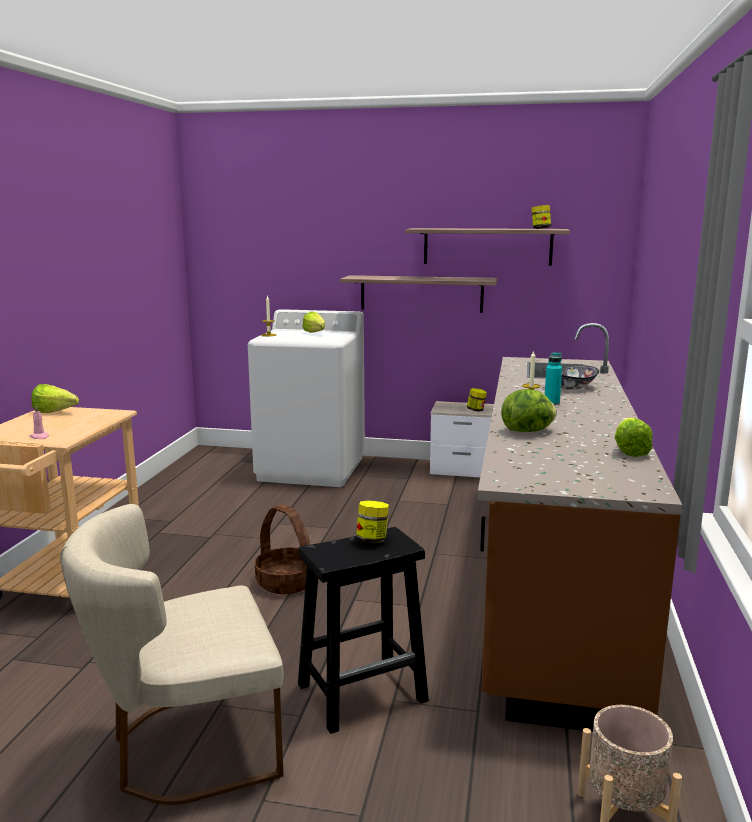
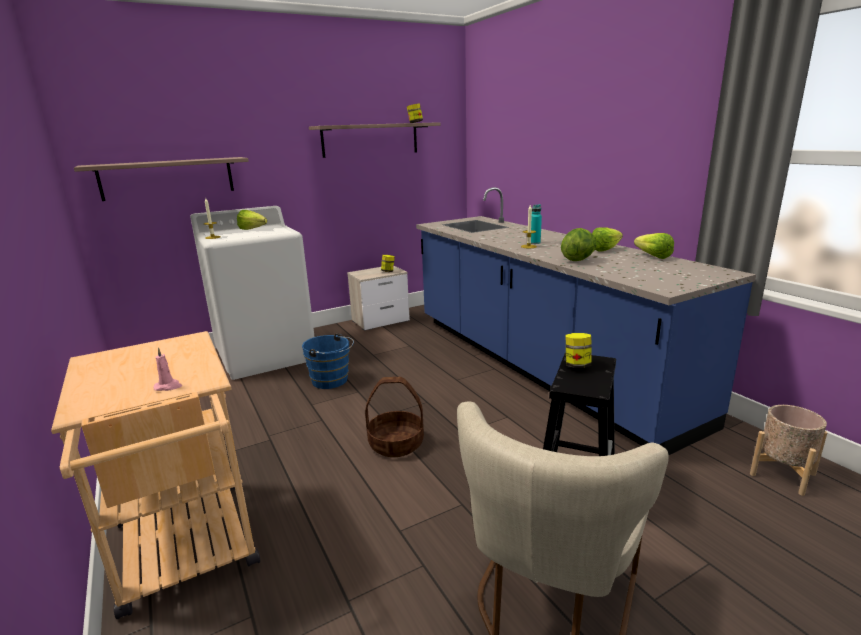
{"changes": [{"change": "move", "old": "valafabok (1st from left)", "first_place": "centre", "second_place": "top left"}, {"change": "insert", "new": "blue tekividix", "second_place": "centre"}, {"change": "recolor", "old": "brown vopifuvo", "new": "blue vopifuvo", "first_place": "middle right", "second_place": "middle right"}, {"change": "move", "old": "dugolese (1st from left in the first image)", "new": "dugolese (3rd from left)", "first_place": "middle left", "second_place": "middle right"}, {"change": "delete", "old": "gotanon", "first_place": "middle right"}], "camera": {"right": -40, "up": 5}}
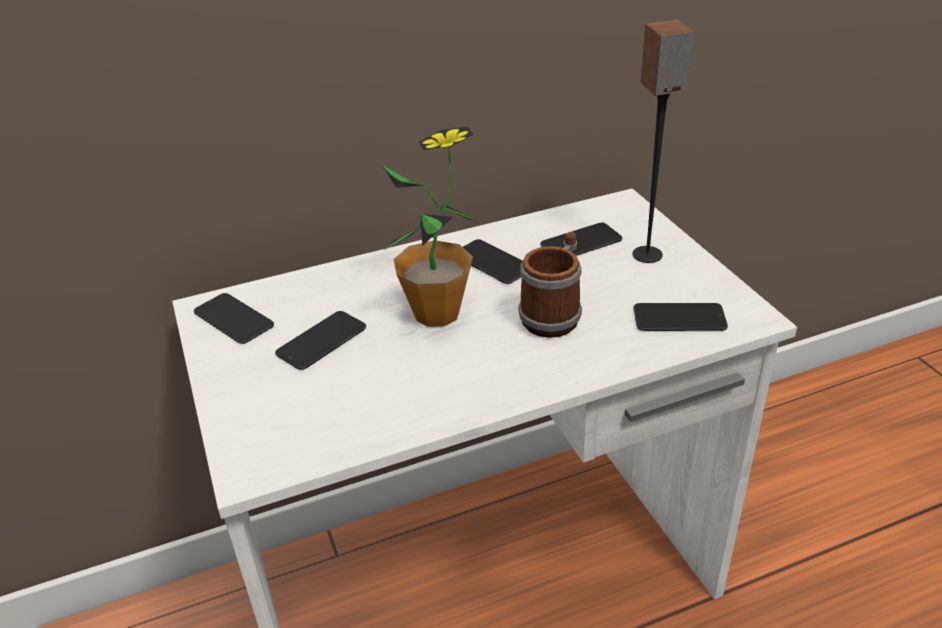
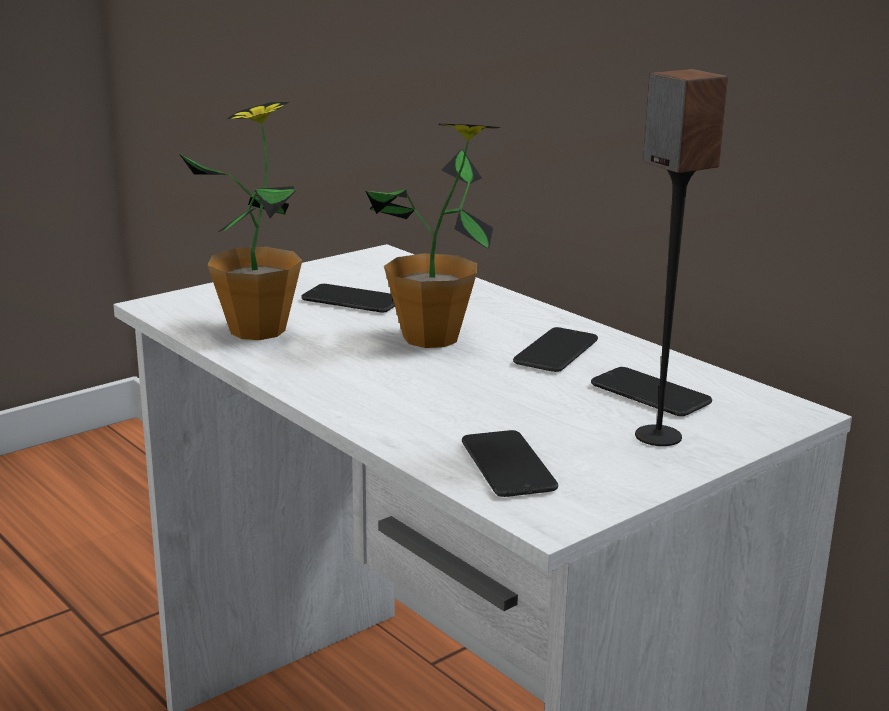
{"changes": [{"change": "insert", "new": "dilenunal (1st from left)", "second_place": "top left"}, {"change": "delete", "old": "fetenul (1st from left)", "first_place": "middle left"}, {"change": "delete", "old": "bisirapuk", "first_place": "centre"}], "camera": {"right": 70, "up": -15}}
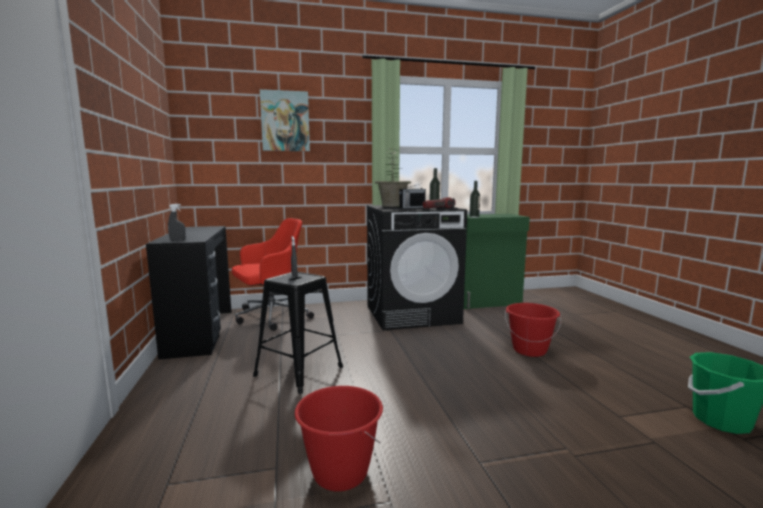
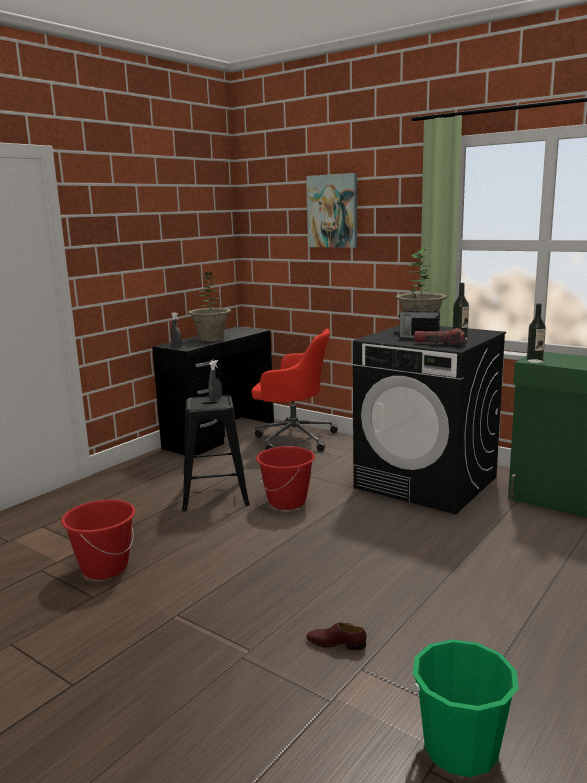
{"changes": [{"change": "insert", "new": "dilenunal (1st from left)", "second_place": "centre"}, {"change": "move", "old": "red tekividix (2nd from left)", "first_place": "middle right", "second_place": "centre"}, {"change": "insert", "new": "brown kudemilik", "second_place": "bottom centre"}], "camera": {"right": 50, "up": 5}}
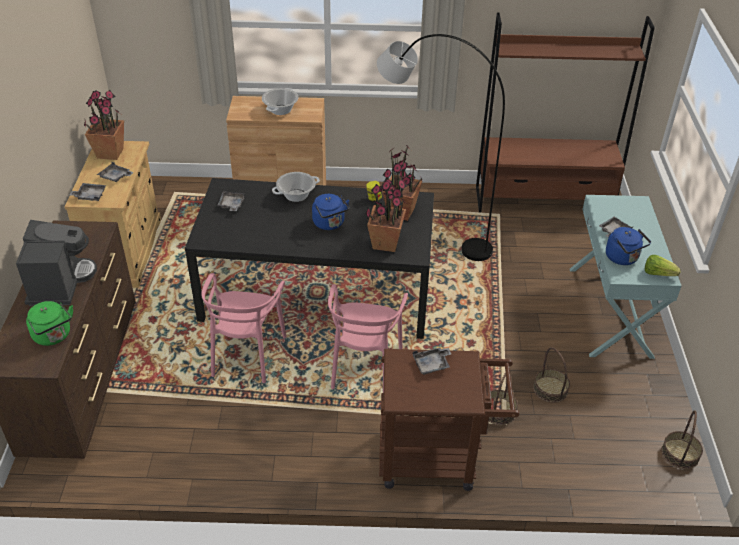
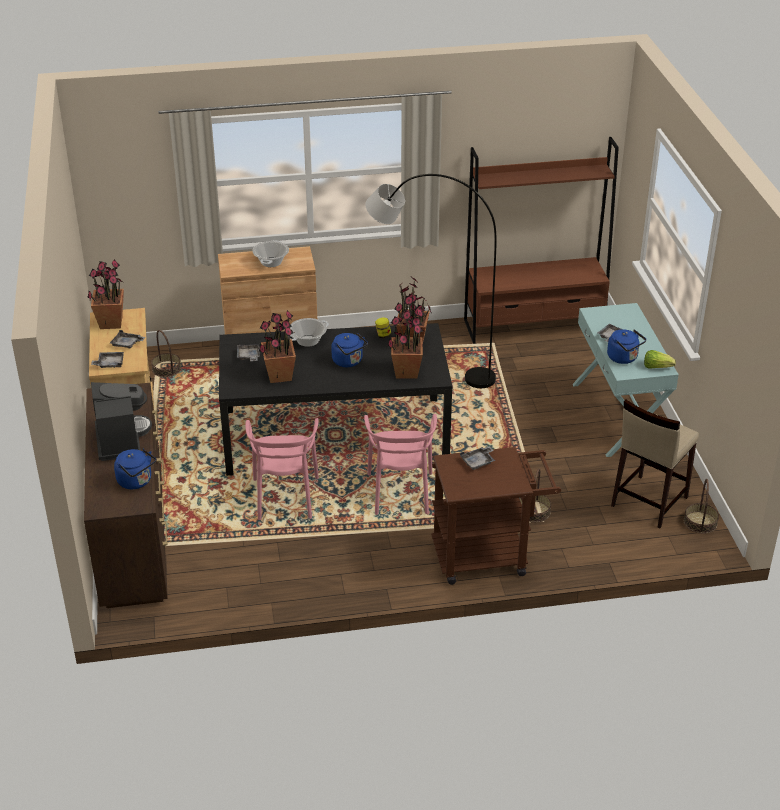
{"changes": [{"change": "recolor", "old": "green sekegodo", "new": "blue sekegodo (1st from left)", "first_place": "middle left", "second_place": "middle left"}, {"change": "move", "old": "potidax (2nd from left in the first image)", "new": "potidax (1st from left)", "first_place": "bottom right", "second_place": "middle left"}, {"change": "insert", "new": "dilenunal (2nd from left)", "second_place": "centre"}, {"change": "insert", "new": "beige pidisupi", "second_place": "middle right"}], "camera": {"right": -10, "up": -5}}
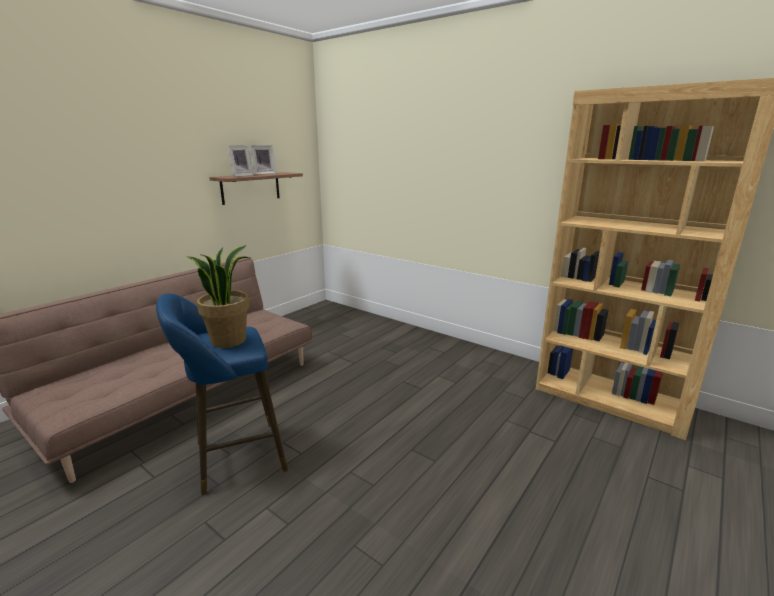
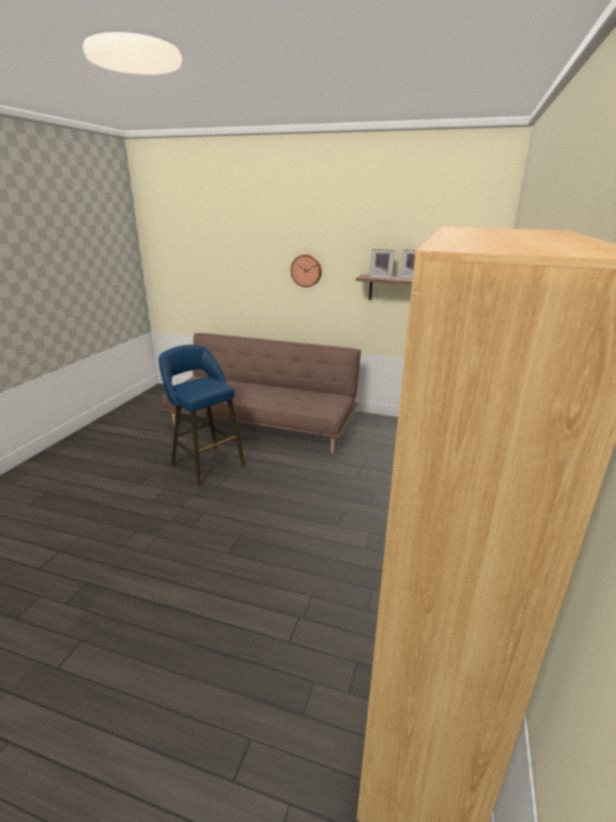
{"changes": [{"change": "insert", "new": "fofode", "second_place": "top centre"}, {"change": "delete", "old": "dilenunal", "first_place": "middle left"}], "camera": {"right": 70, "up": 5}}
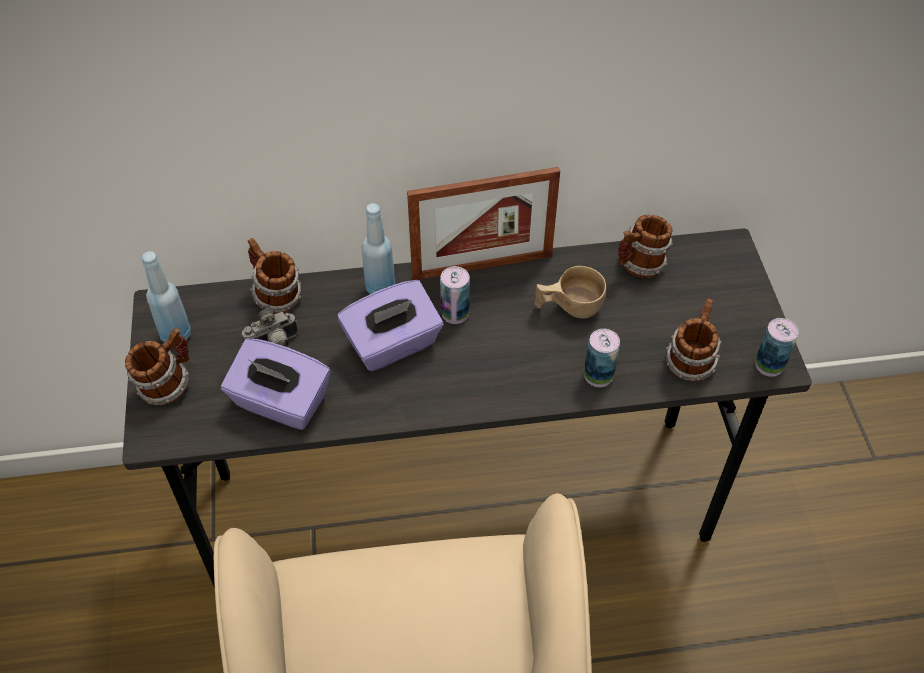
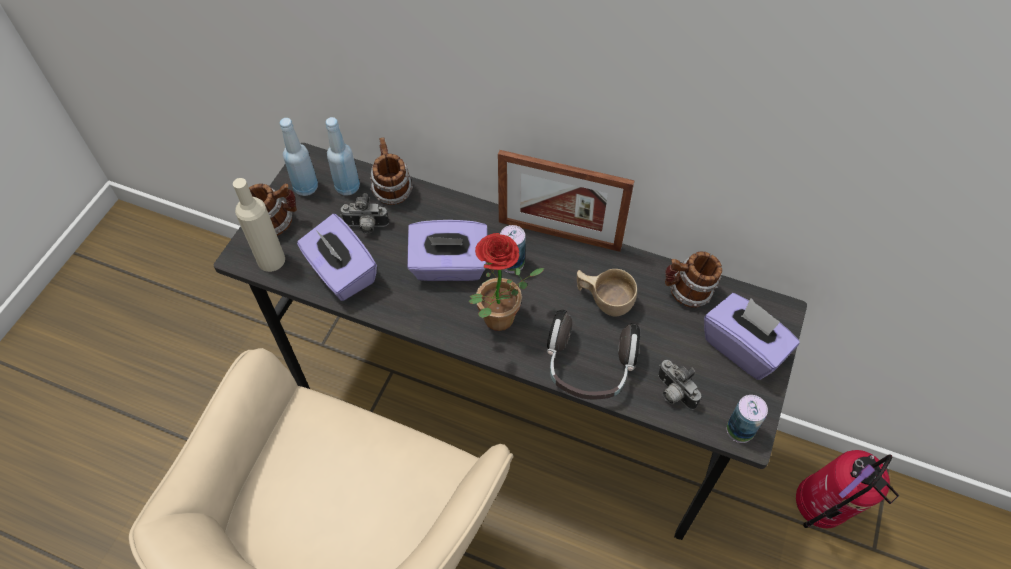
{"changes": [{"change": "insert", "new": "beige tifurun", "second_place": "middle left"}, {"change": "move", "old": "blue tifurun (2nd from left)", "first_place": "centre", "second_place": "top centre"}, {"change": "insert", "new": "dilenunal", "second_place": "centre"}, {"change": "replace", "old": "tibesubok (2nd from left)", "new": "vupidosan", "first_place": "centre", "second_place": "centre"}, {"change": "replace", "old": "bisirapuk (4th from left)", "new": "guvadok (2nd from left)", "first_place": "middle right", "second_place": "bottom right"}, {"change": "insert", "new": "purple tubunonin (3rd from left)", "second_place": "middle right"}, {"change": "insert", "new": "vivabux", "second_place": "bottom right"}], "camera": {"right": 30, "up": 5}}
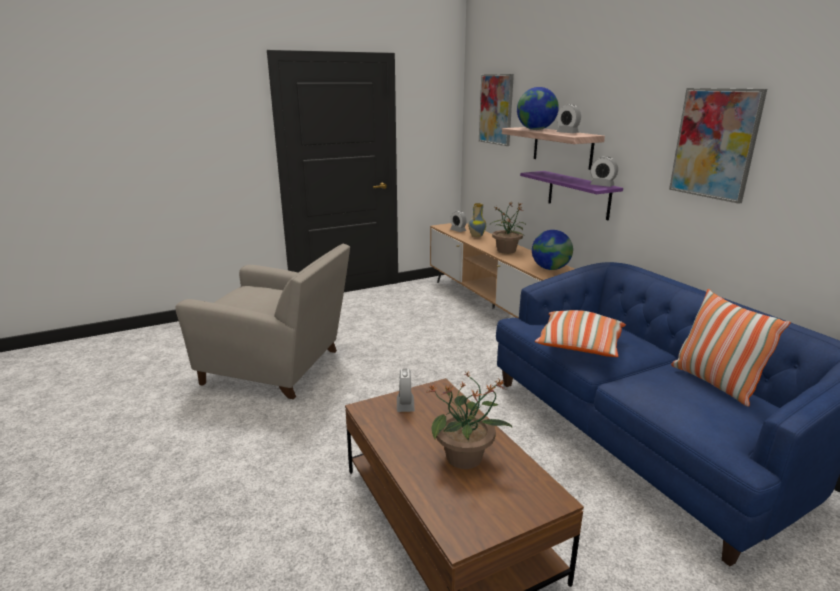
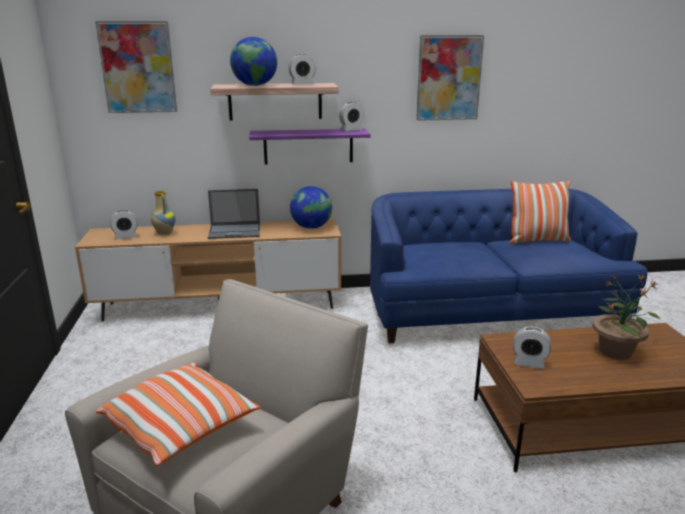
{"changes": [{"change": "move", "old": "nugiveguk (1st from left)", "first_place": "middle right", "second_place": "bottom left"}, {"change": "replace", "old": "dilenunal (2nd from left)", "new": "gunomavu", "first_place": "centre", "second_place": "centre"}], "camera": {"right": -70, "up": 0}}
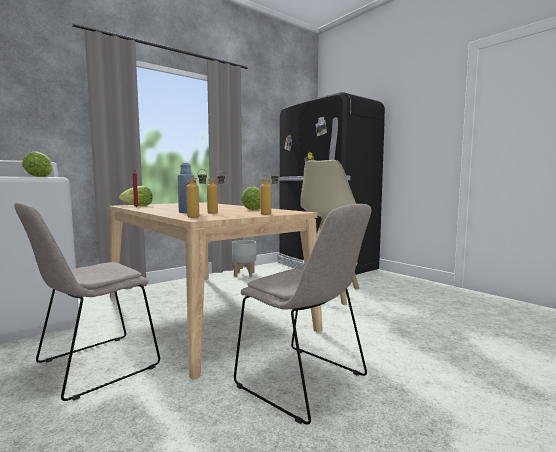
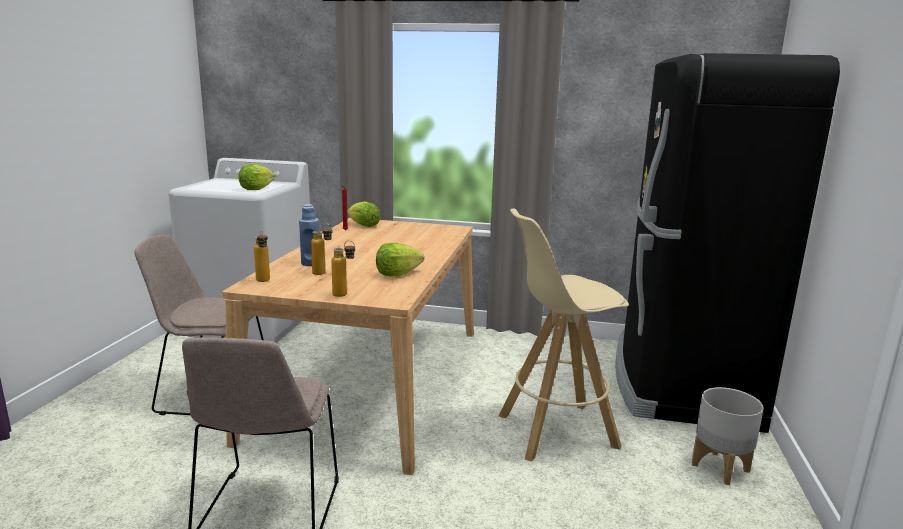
{"changes": [{"change": "move", "old": "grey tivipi", "first_place": "centre", "second_place": "bottom right"}], "camera": {"right": 50, "up": 10}}
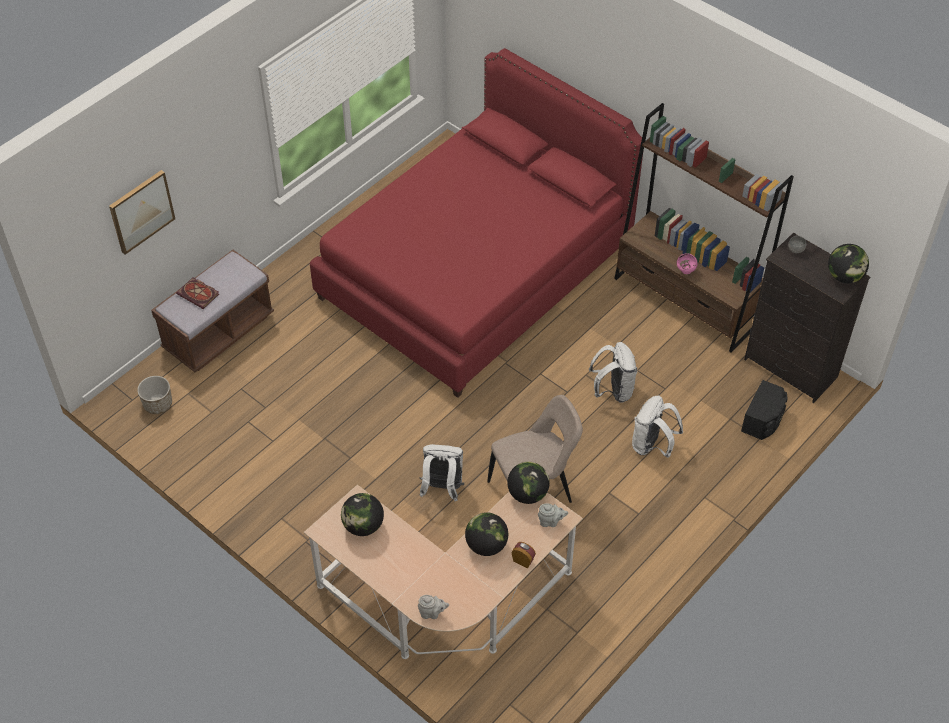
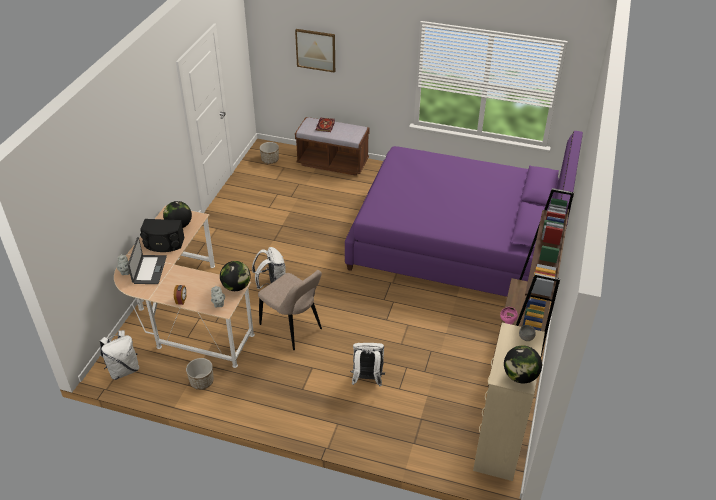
{"changes": [{"change": "move", "old": "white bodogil (2nd from left in the first image)", "new": "white bodogil (1st from left)", "first_place": "centre", "second_place": "bottom left"}, {"change": "insert", "new": "gunomavu", "second_place": "middle left"}, {"change": "move", "old": "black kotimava", "first_place": "middle right", "second_place": "middle left"}, {"change": "insert", "new": "tivipi (1st from left)", "second_place": "bottom left"}, {"change": "recolor", "old": "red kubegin", "new": "purple kubegin", "first_place": "top centre", "second_place": "centre"}, {"change": "recolor", "old": "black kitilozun", "new": "beige kitilozun", "first_place": "middle right", "second_place": "bottom right"}, {"change": "delete", "old": "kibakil (2nd from left)", "first_place": "bottom centre"}], "camera": {"right": 65, "up": -10}}
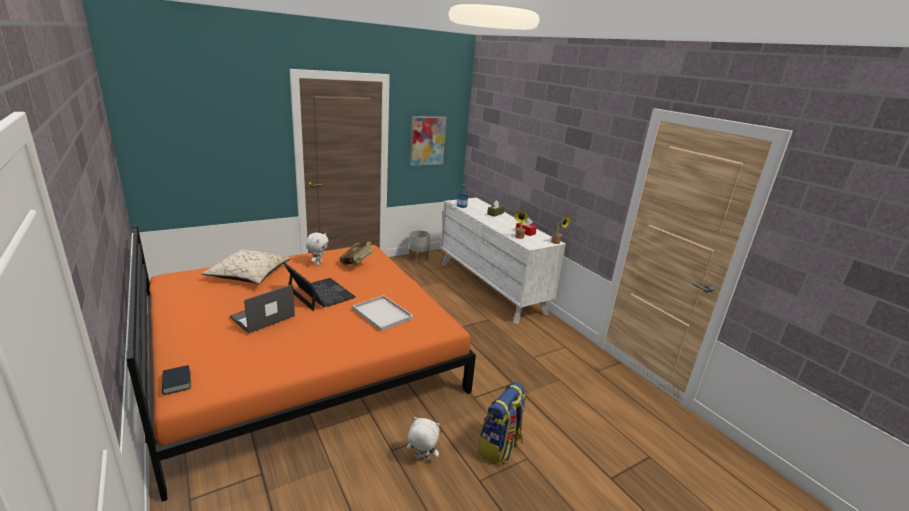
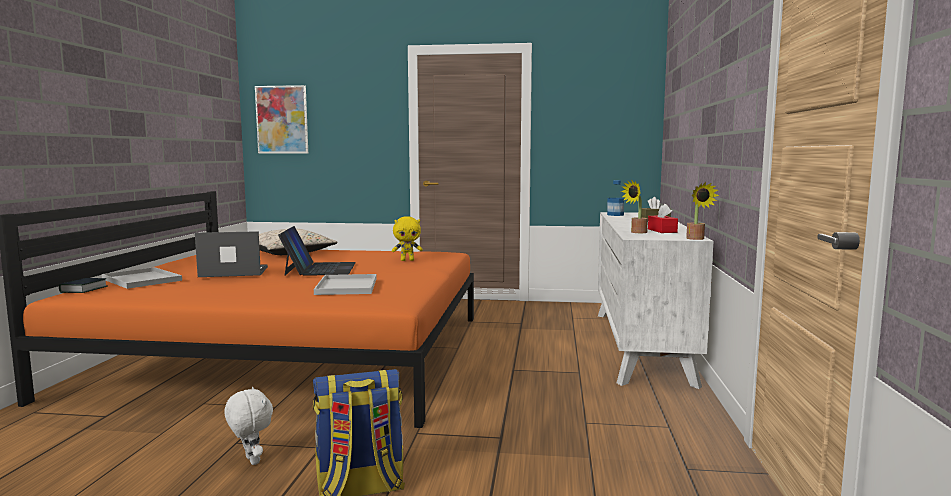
{"changes": [{"change": "insert", "new": "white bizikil (1st from left)", "second_place": "middle left"}, {"change": "move", "old": "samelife", "first_place": "top centre", "second_place": "top left"}, {"change": "replace", "old": "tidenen (2nd from left)", "new": "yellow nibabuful", "first_place": "centre", "second_place": "centre"}, {"change": "delete", "old": "white nibabuful (1st from left)", "first_place": "centre"}, {"change": "delete", "old": "grey tivipi", "first_place": "centre"}], "camera": {"right": 40, "up": -15}}
